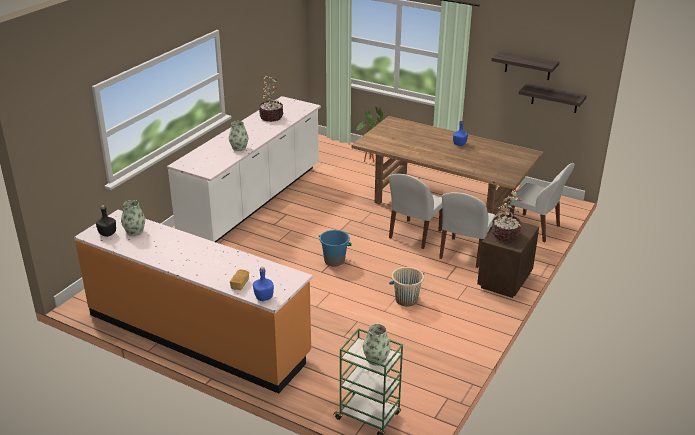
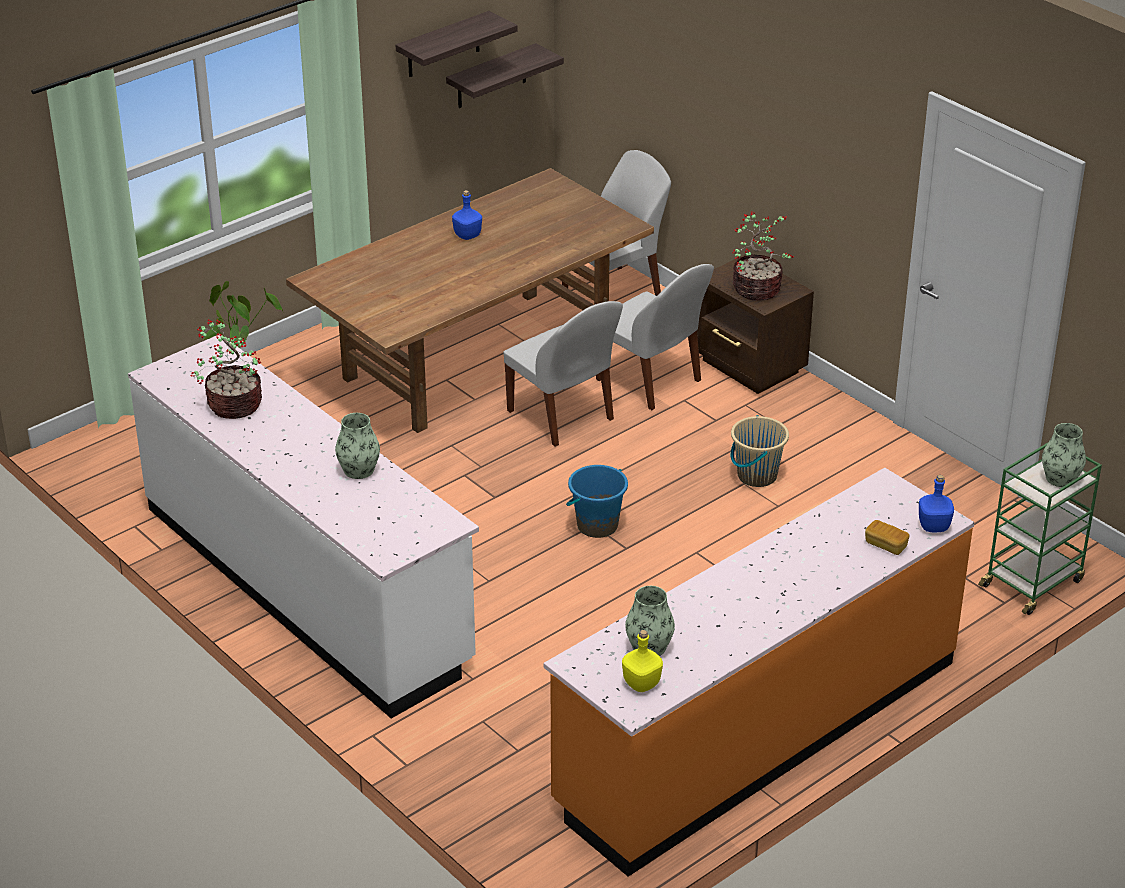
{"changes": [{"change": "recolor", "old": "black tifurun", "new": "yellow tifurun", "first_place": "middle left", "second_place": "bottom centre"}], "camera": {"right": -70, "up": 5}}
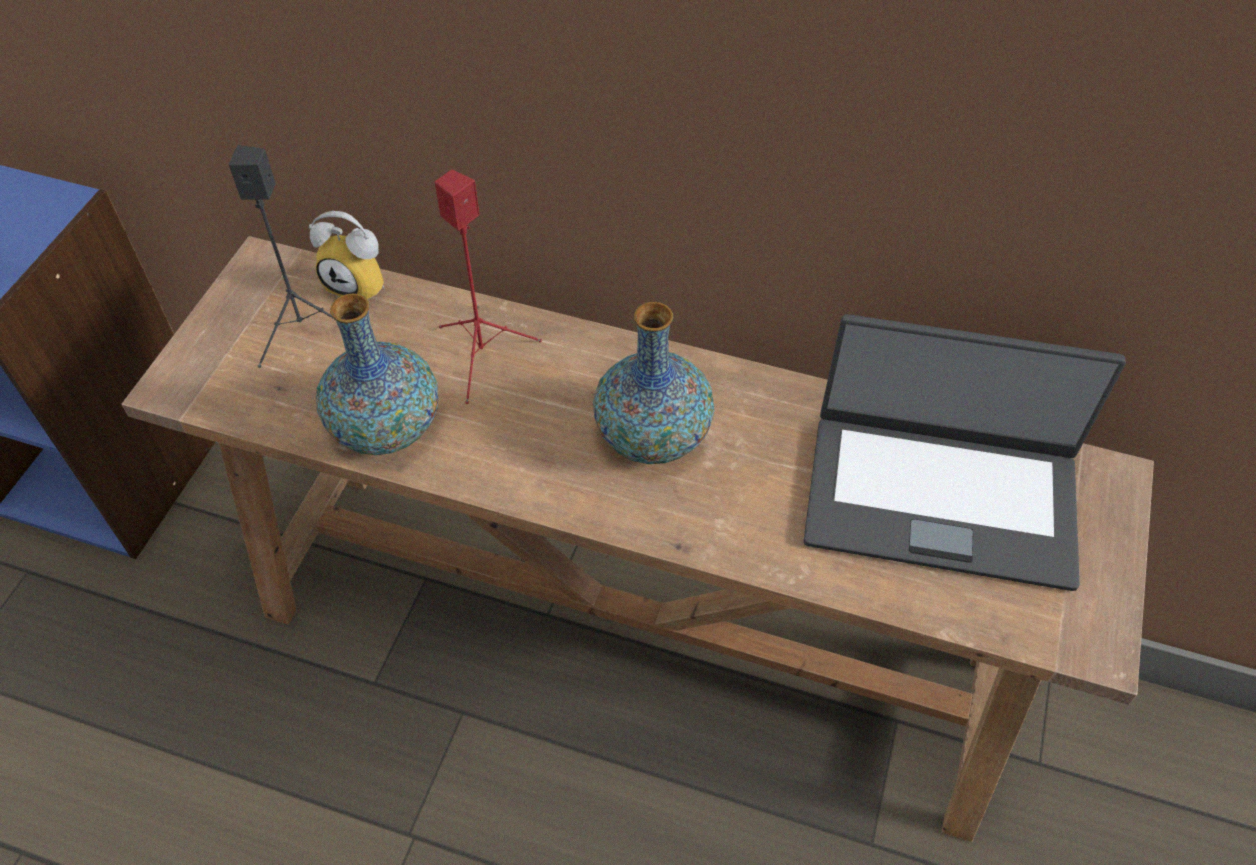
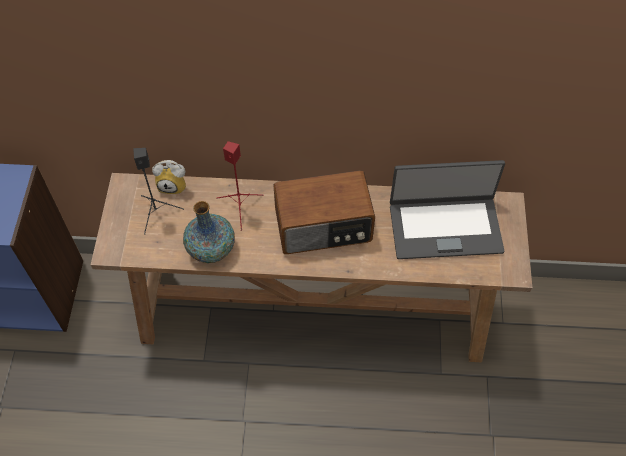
{"changes": [{"change": "replace", "old": "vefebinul (2nd from left)", "new": "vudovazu", "first_place": "centre", "second_place": "centre"}], "camera": {"right": -15, "up": 5}}
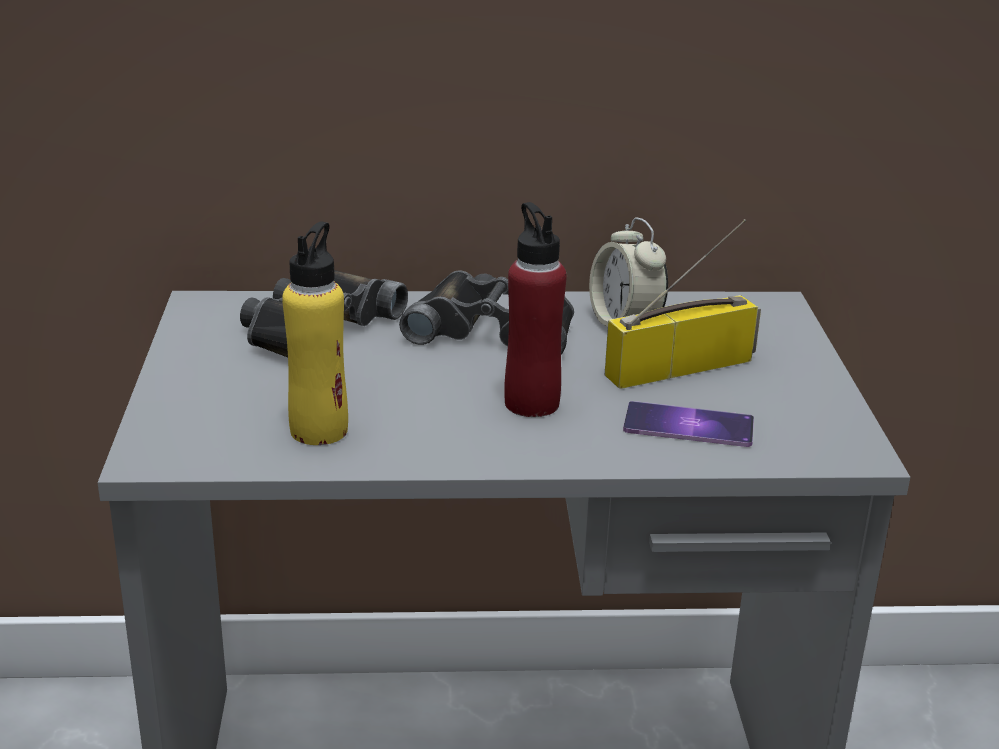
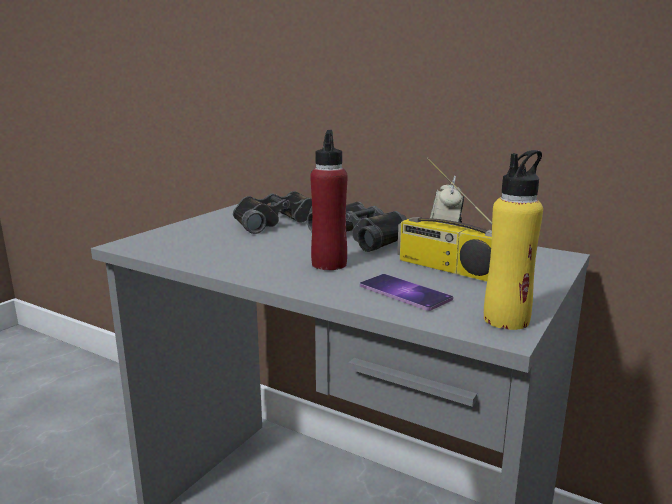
{"changes": [{"change": "rotate", "old": "vudovazu", "first_place": "middle right", "second_place": "centre", "degrees": -150}, {"change": "move", "old": "yellow tifurun", "first_place": "middle left", "second_place": "middle right"}], "camera": {"right": 35, "up": -10}}
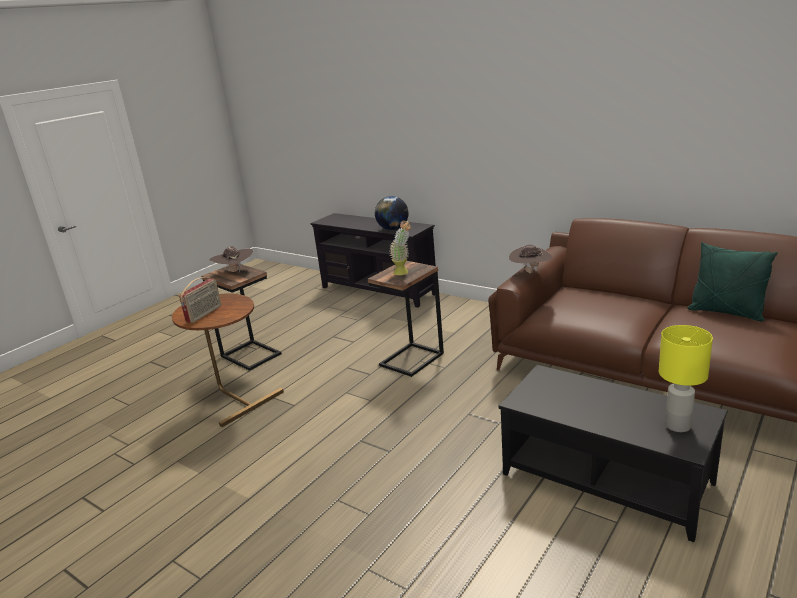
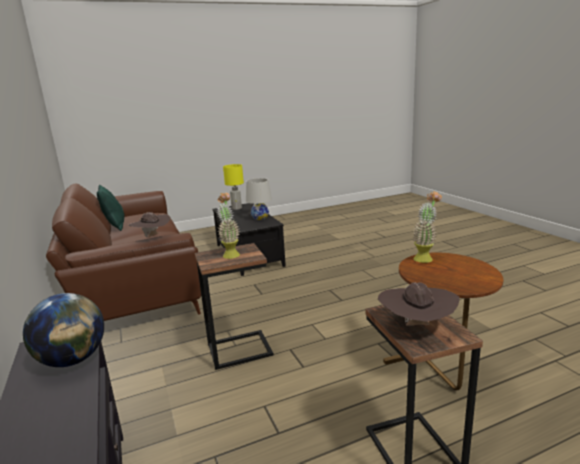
{"changes": [{"change": "insert", "new": "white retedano", "second_place": "centre"}, {"change": "insert", "new": "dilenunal (2nd from left)", "second_place": "middle right"}, {"change": "delete", "old": "vudovazu", "first_place": "middle left"}], "camera": {"right": -150, "up": -5}}
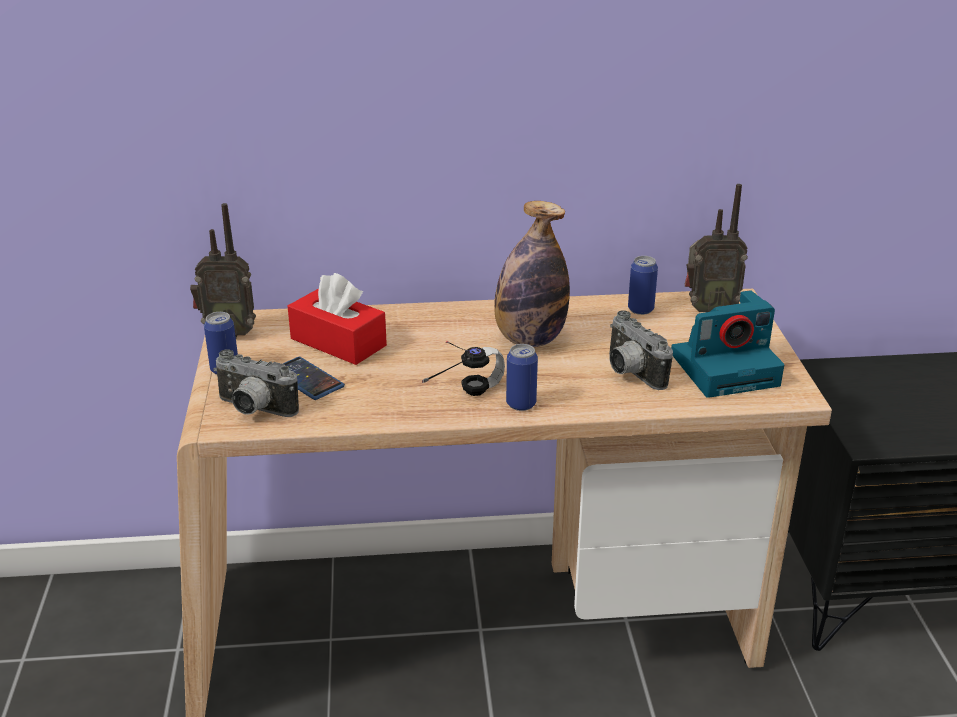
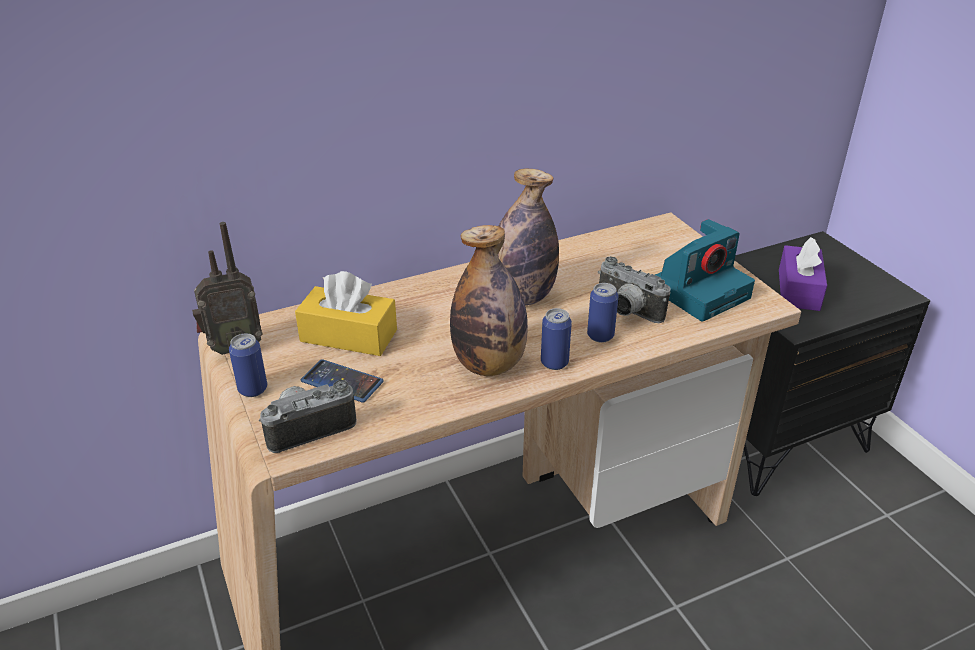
{"changes": [{"change": "rotate", "old": "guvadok (1st from left)", "first_place": "middle left", "second_place": "middle left", "degrees": 150}, {"change": "recolor", "old": "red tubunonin", "new": "yellow tubunonin", "first_place": "centre", "second_place": "centre"}, {"change": "replace", "old": "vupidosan", "new": "tifurun (1st from left)", "first_place": "centre", "second_place": "centre"}, {"change": "move", "old": "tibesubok (3rd from left)", "first_place": "middle right", "second_place": "centre"}, {"change": "insert", "new": "purple tubunonin", "second_place": "middle right"}, {"change": "delete", "old": "vudovazu (2nd from left)", "first_place": "middle right"}], "camera": {"right": -20, "up": 5}}
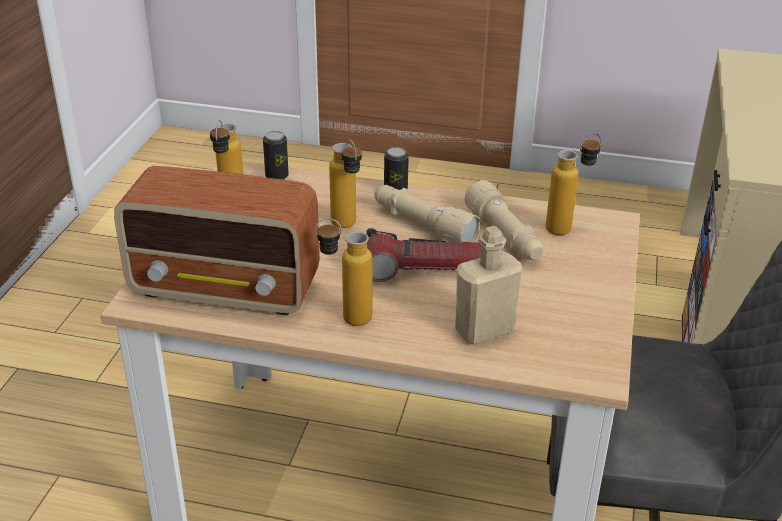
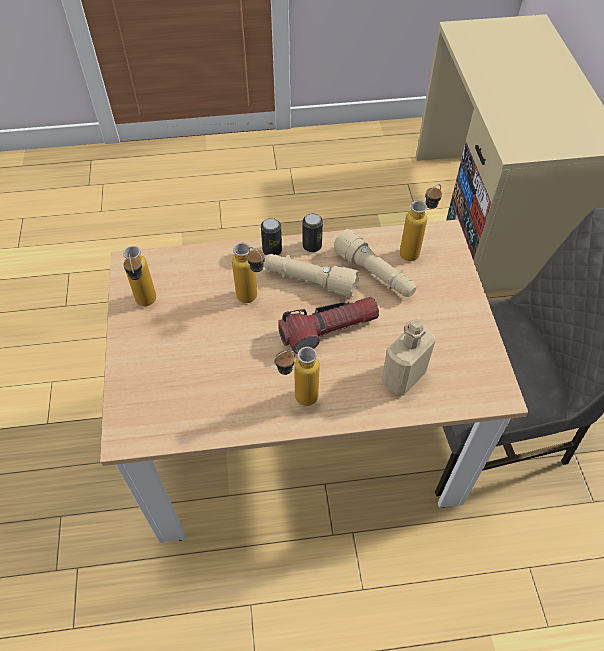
{"changes": [{"change": "move", "old": "tibesubok (1st from left in the first image)", "new": "tibesubok (2nd from left)", "first_place": "top centre", "second_place": "centre"}, {"change": "delete", "old": "vudovazu", "first_place": "middle left"}], "camera": {"right": -20, "up": 20}}
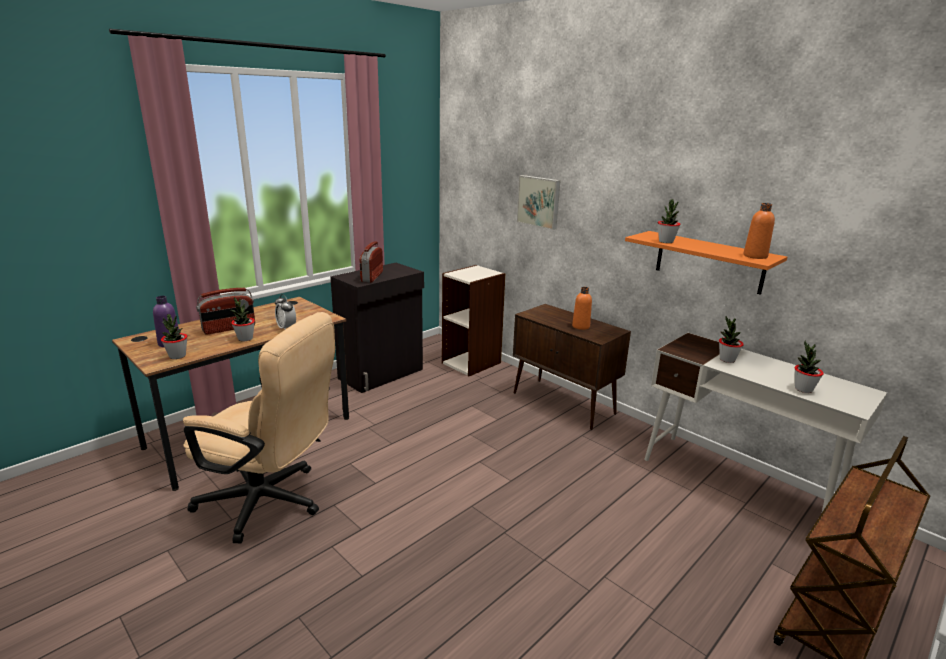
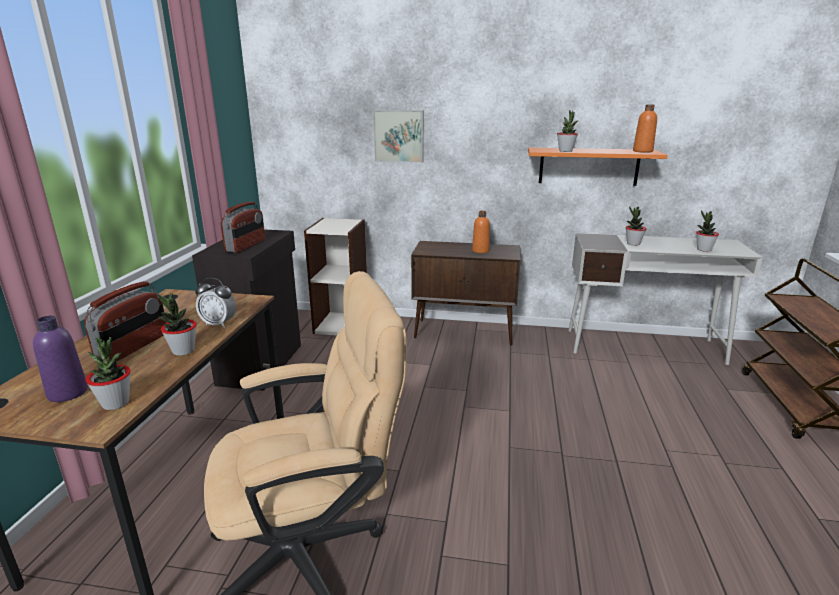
{"changes": [{"change": "rotate", "old": "vudovazu (2nd from left)", "first_place": "centre", "second_place": "middle left", "degrees": -135}], "camera": {"right": -35, "up": 0}}
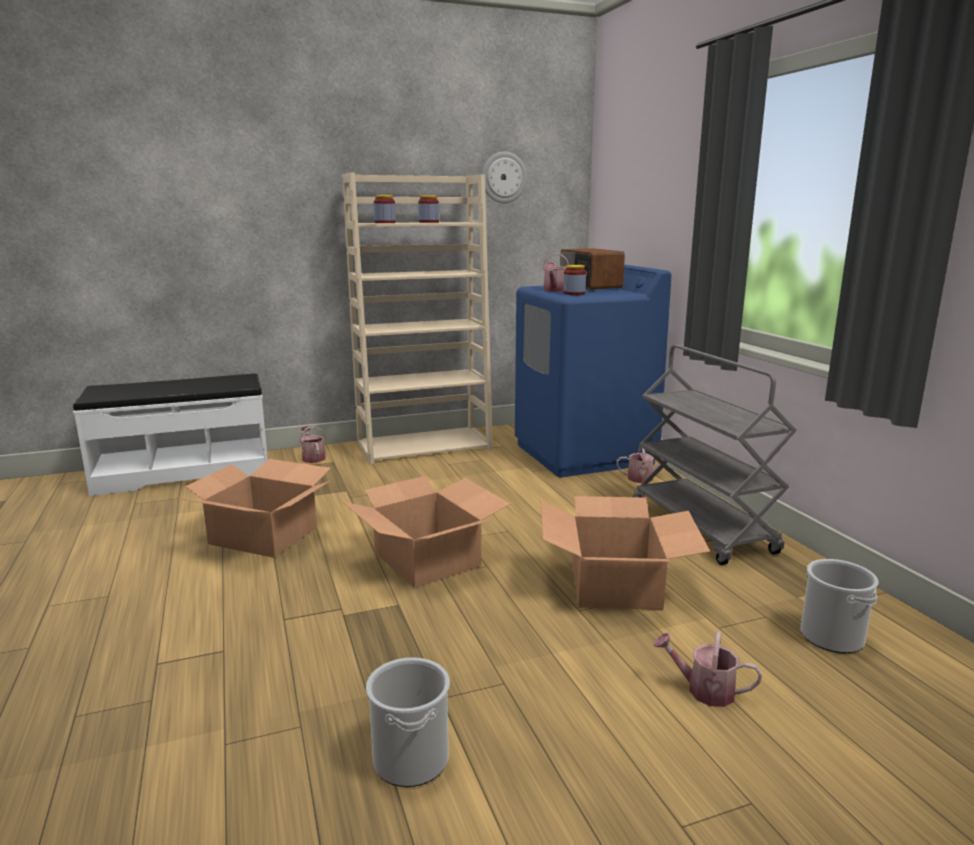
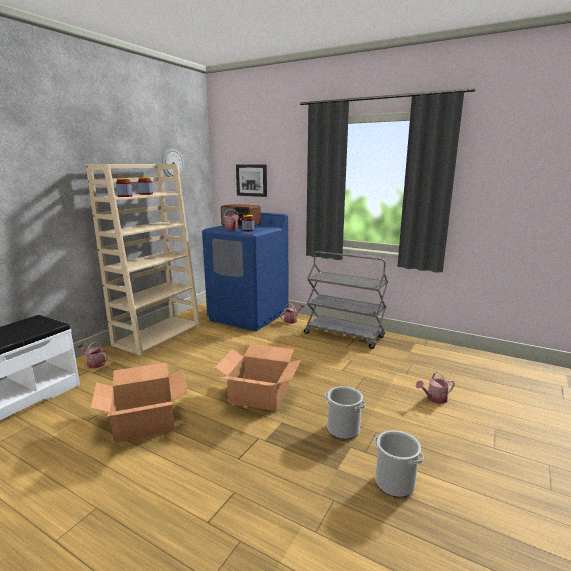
{"changes": [{"change": "insert", "new": "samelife", "second_place": "top centre"}, {"change": "move", "old": "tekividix (2nd from left in the first image)", "new": "tekividix (1st from left)", "first_place": "bottom right", "second_place": "bottom centre"}, {"change": "delete", "old": "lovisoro (3rd from left)", "first_place": "centre"}], "camera": {"right": -40, "up": 0}}
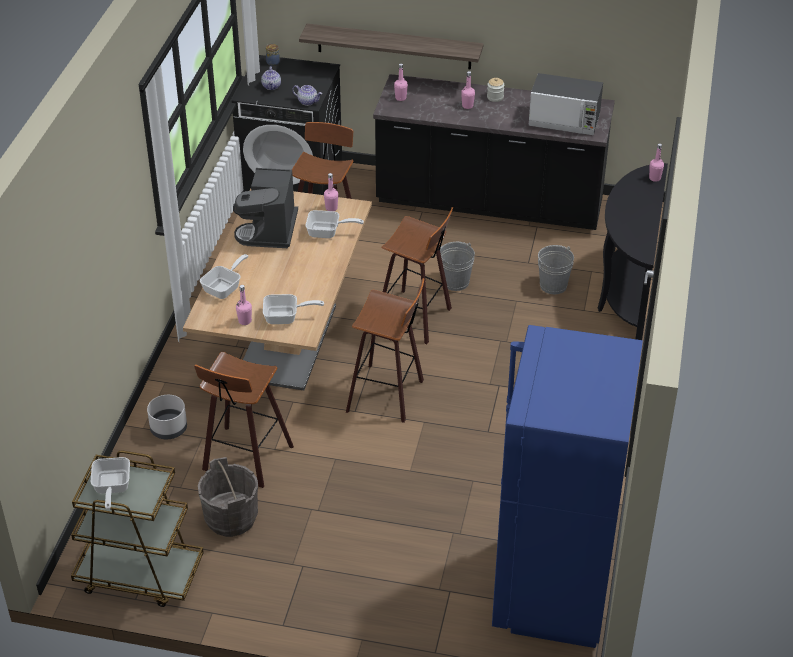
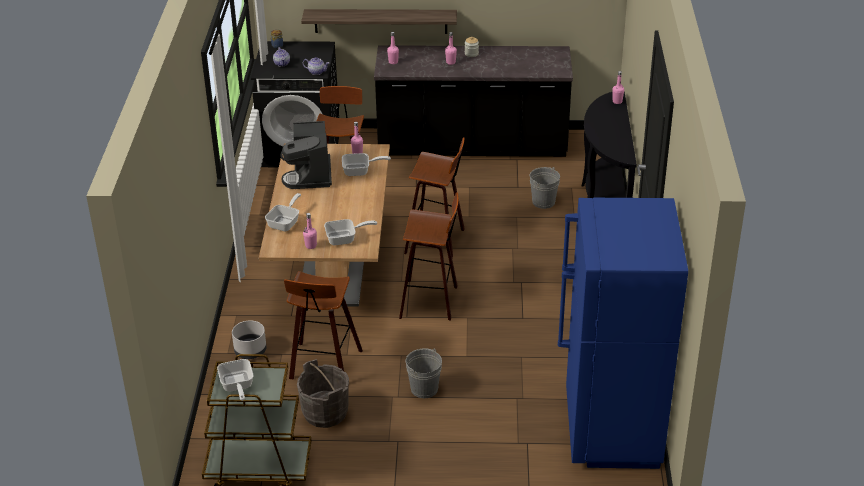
{"changes": [{"change": "move", "old": "grey tekividix (2nd from left)", "first_place": "centre", "second_place": "bottom centre"}, {"change": "delete", "old": "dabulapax", "first_place": "top right"}], "camera": {"right": -10, "up": -5}}
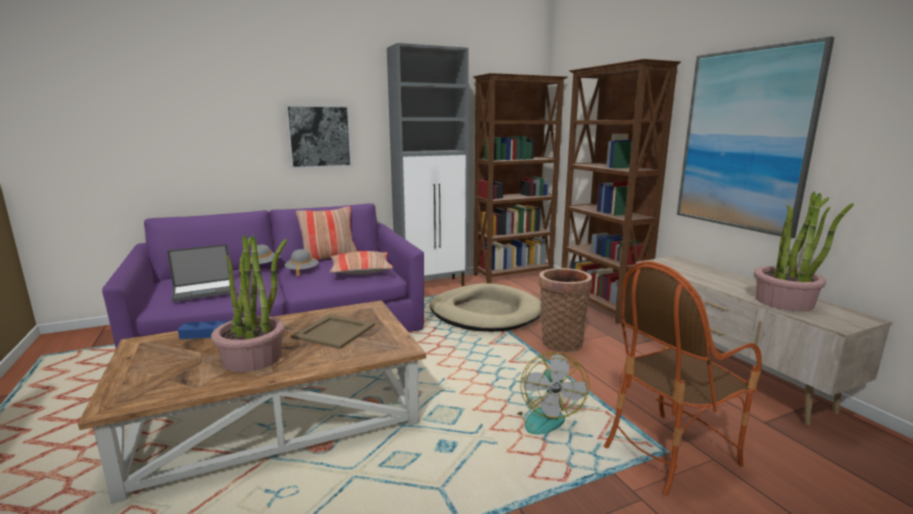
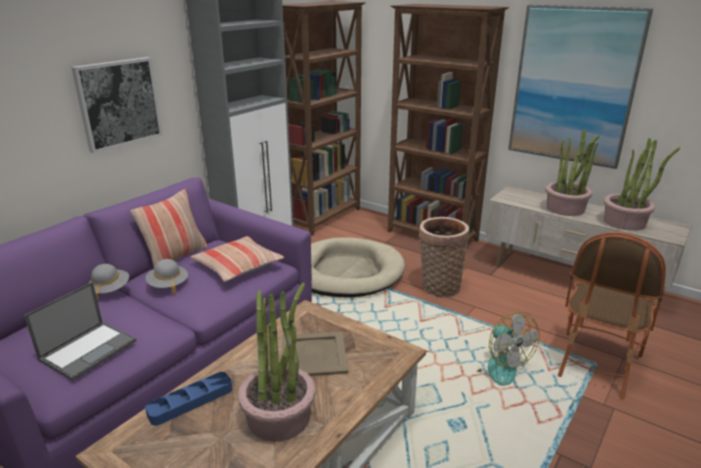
{"changes": [{"change": "insert", "new": "dilenunal (2nd from left)", "second_place": "middle right"}], "camera": {"right": -30, "up": 10}}
